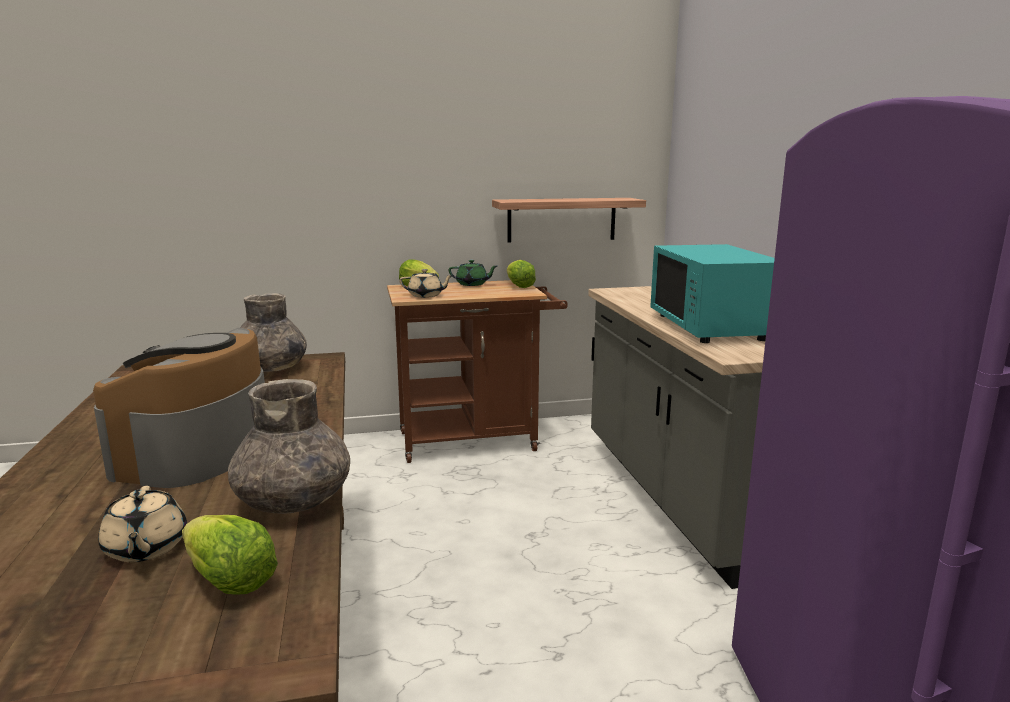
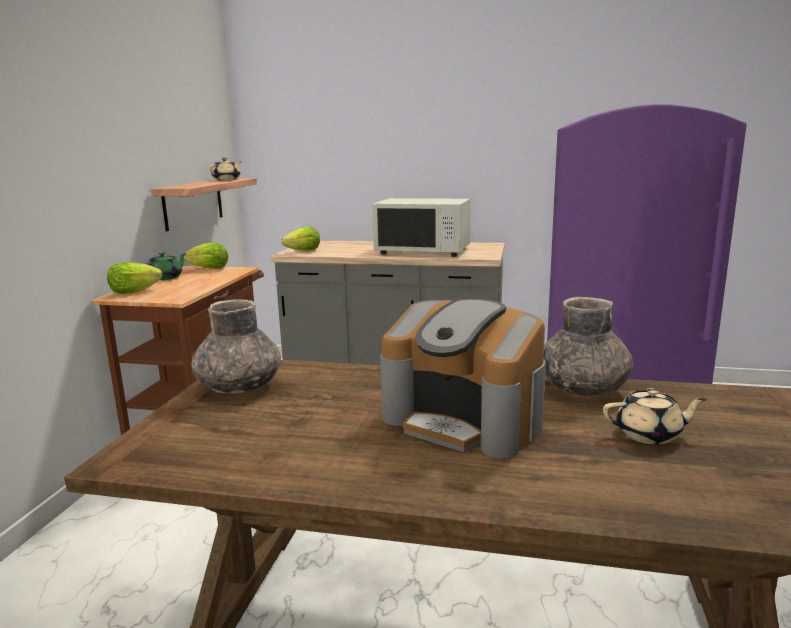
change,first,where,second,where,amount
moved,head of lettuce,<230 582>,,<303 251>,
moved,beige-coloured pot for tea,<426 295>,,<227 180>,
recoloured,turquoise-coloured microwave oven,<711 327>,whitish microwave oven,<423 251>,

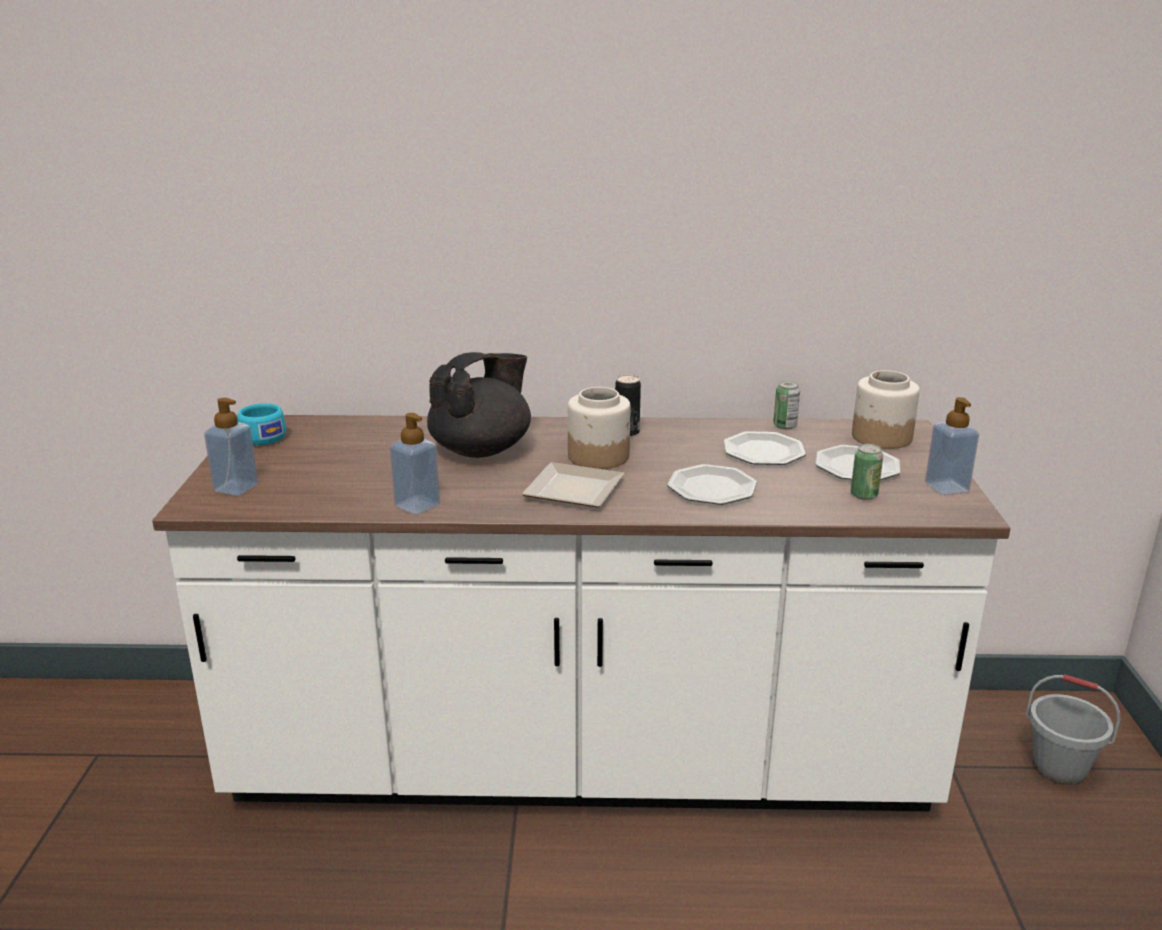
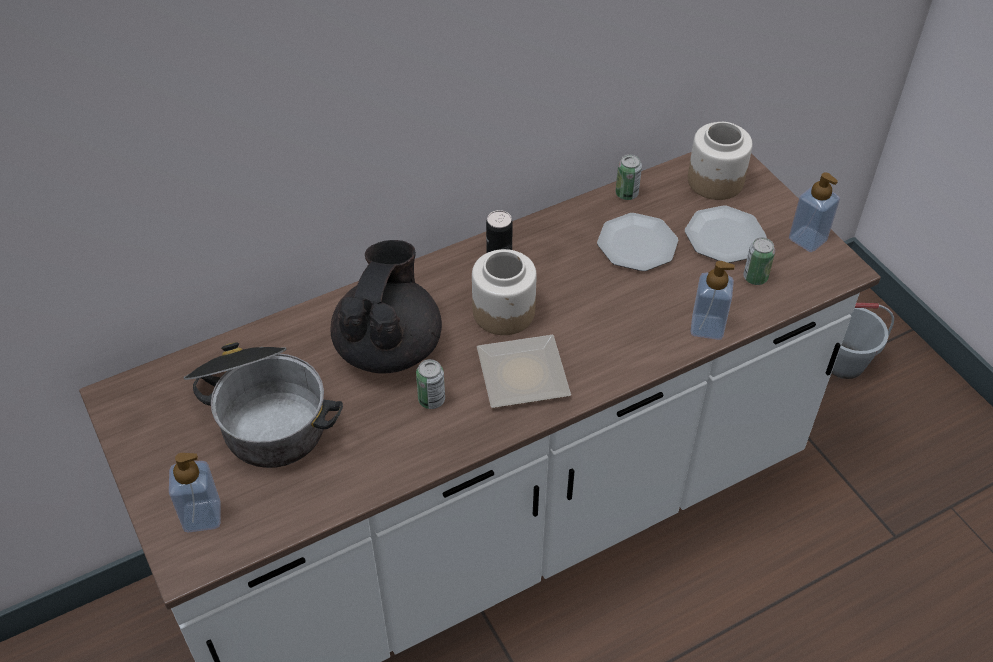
change,first,where,second,where,amount
removed,turquoise-coloured cup,<260 436>,,,
moved,liquid soap bottle,<417 505>,,<707 327>,
removed,dinner plate,<712 488>,,,
added,,,saucepot,<264 414>,
added,,,can,<431 400>,

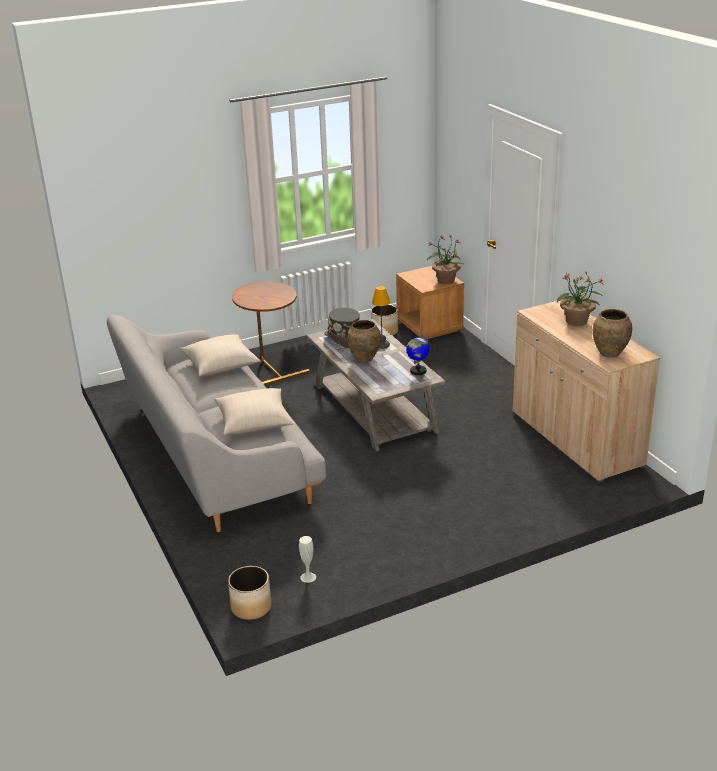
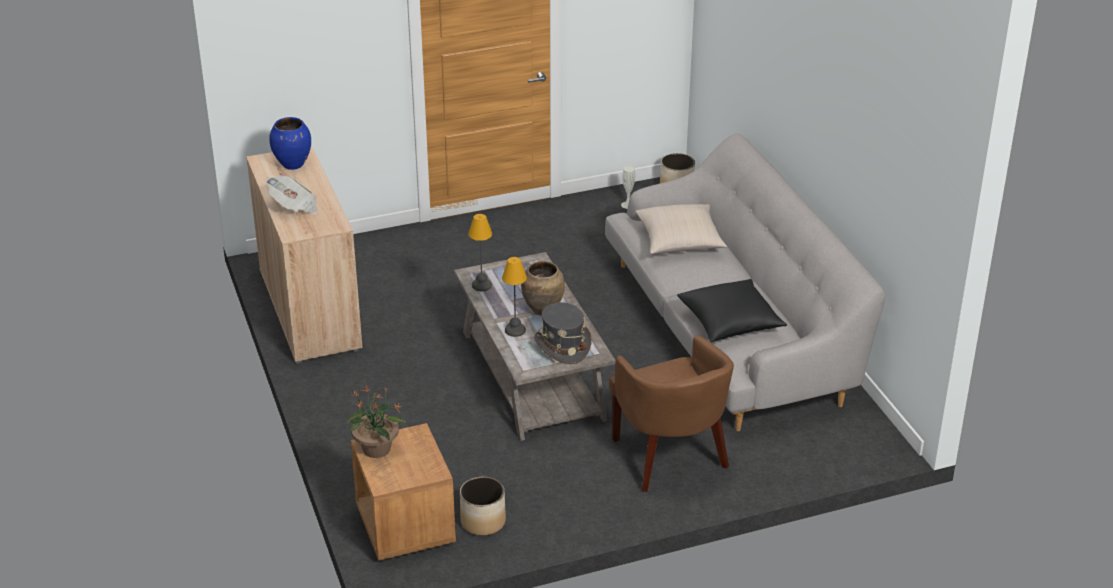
change,first,where,second,where,amount
recoloured,beige-coloured throw pillow,<220 365>,black-coloured throw pillow,<730 322>,
replaced,brown-coloured side table,<271 369>,brown-coloured easy chair,<670 458>,
replaced,desk globe,<418 371>,lamp for a table,<481 285>,
replaced,potted plant,<577 321>,printed paper,<294 207>,
recoloured,brown-coloured flower vase,<609 353>,blue-coloured flower vase,<293 165>,

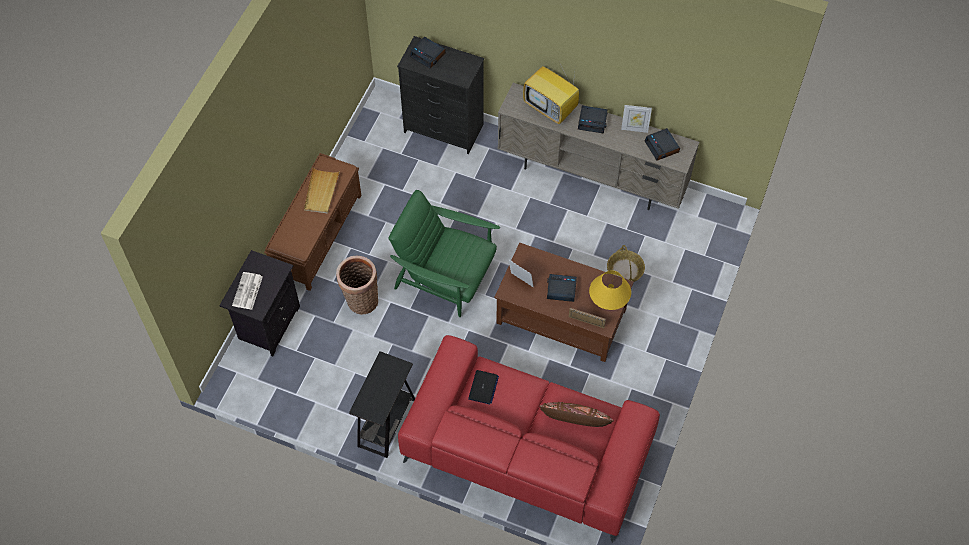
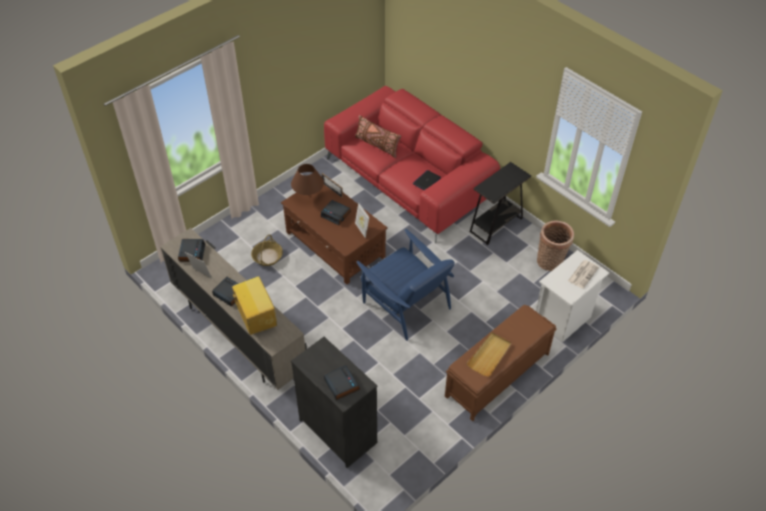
change,first,where,second,where,amount
recoloured,black-coloured bedside table,<268 323>,whitish bedside table,<563 320>,
moved,storage basket,<360 300>,,<551 262>,
recoloured,green-coloured easy chair,<445 276>,blue-coloured easy chair,<405 303>,
recoloured,yellowish lamp for a table,<608 302>,brown-coloured lamp for a table,<308 195>,

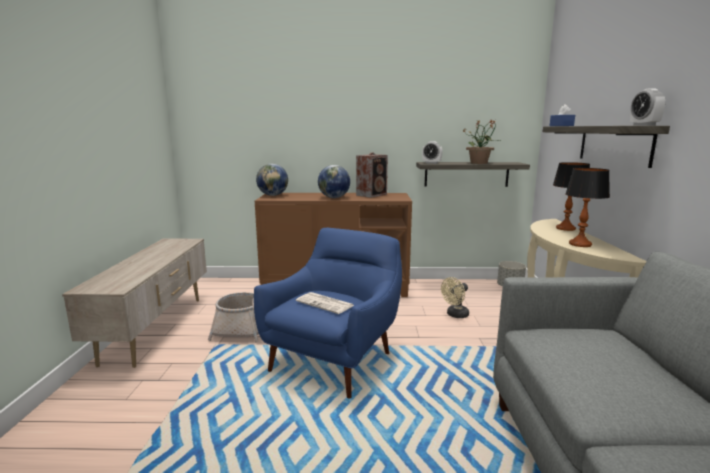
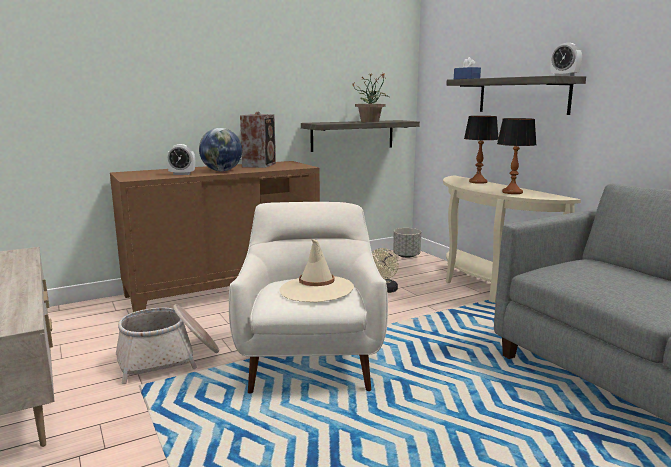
change,first,where,second,where,amount
recoloured,blue-coloured easy chair,<334 359>,whitish easy chair,<310 360>,
removed,desk globe,<273 195>,,,
replaced,printed paper,<326 303>,beige-coloured wearable hat,<316 289>,
moved,bedside clock,<431 163>,,<182 174>,

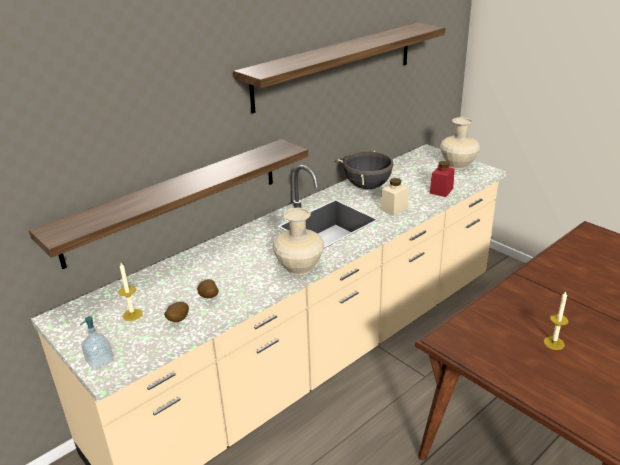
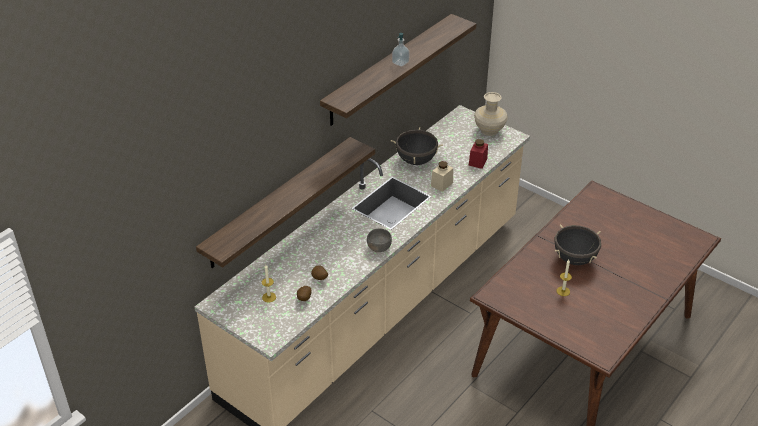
change,first,where,second,where,amount
moved,liquid soap bottle,<100 361>,,<400 63>,
replaced,beige-coloured flower vase,<298 268>,grey deep dish,<379 247>,
added,,,black-coloured saucepot,<574 259>,

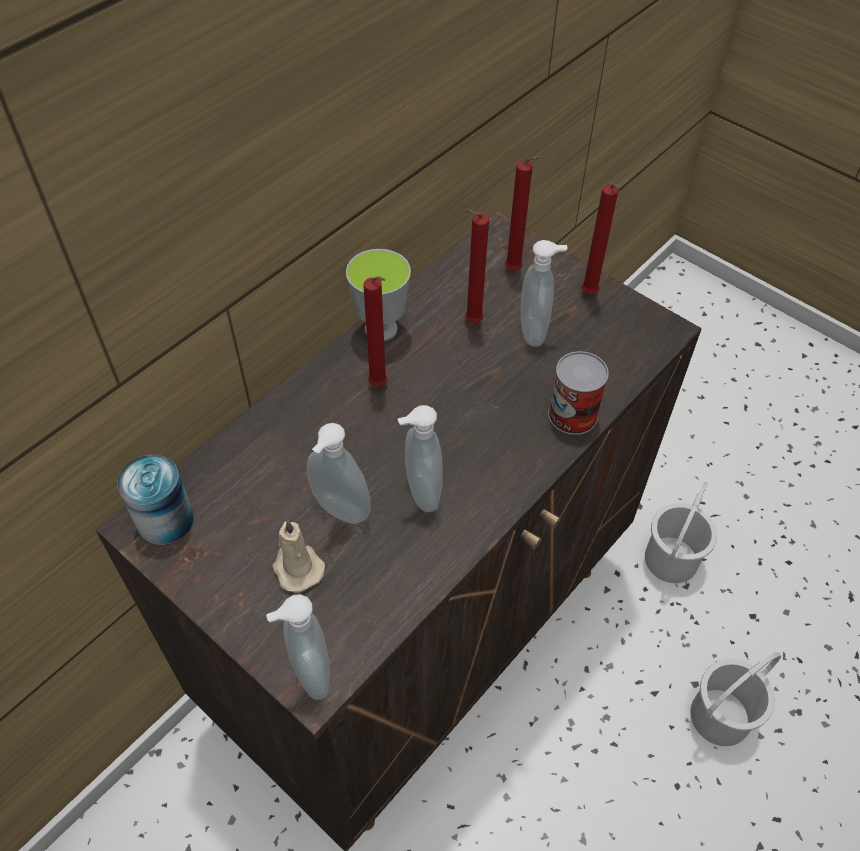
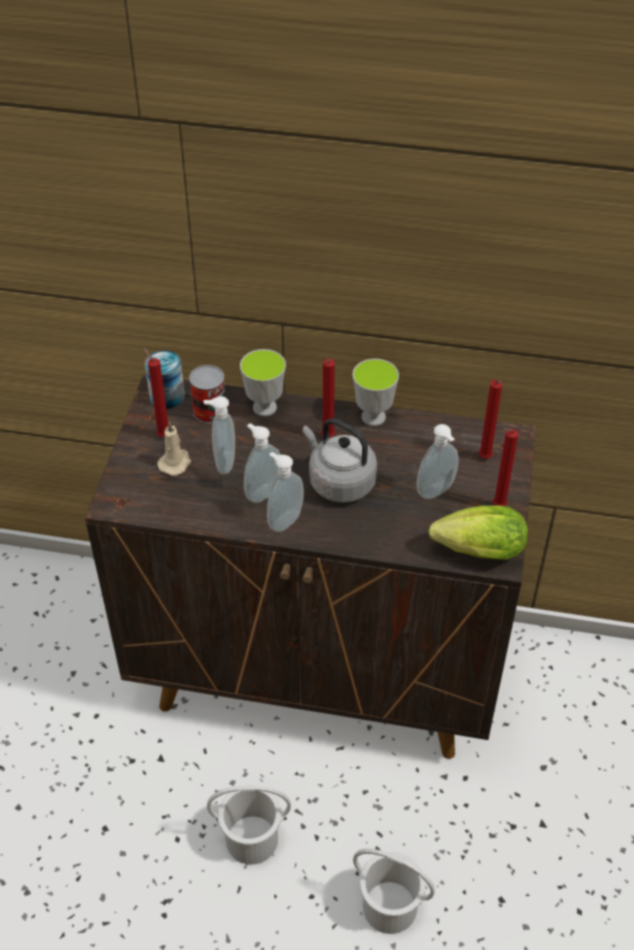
change,first,where,second,where,amount
moved,liquid soap bottle,<308 673>,,<284 520>,
moved,red-coloured candle,<470 322>,,<162 435>,
moved,can,<572 415>,,<209 411>,
moved,whitish water bucket,<670 559>,,<251 838>,
added,,,cup,<264 407>,
added,,,grey water kettle,<339 482>,
added,,,head of lettuce,<474 551>,

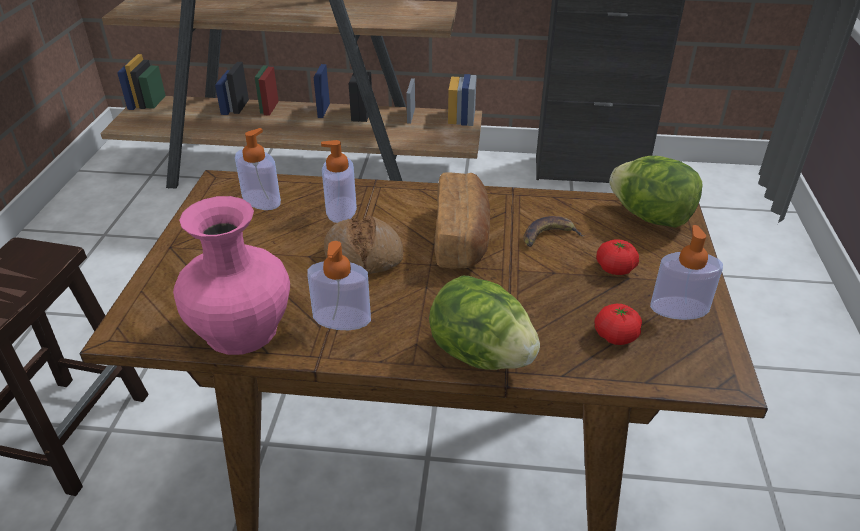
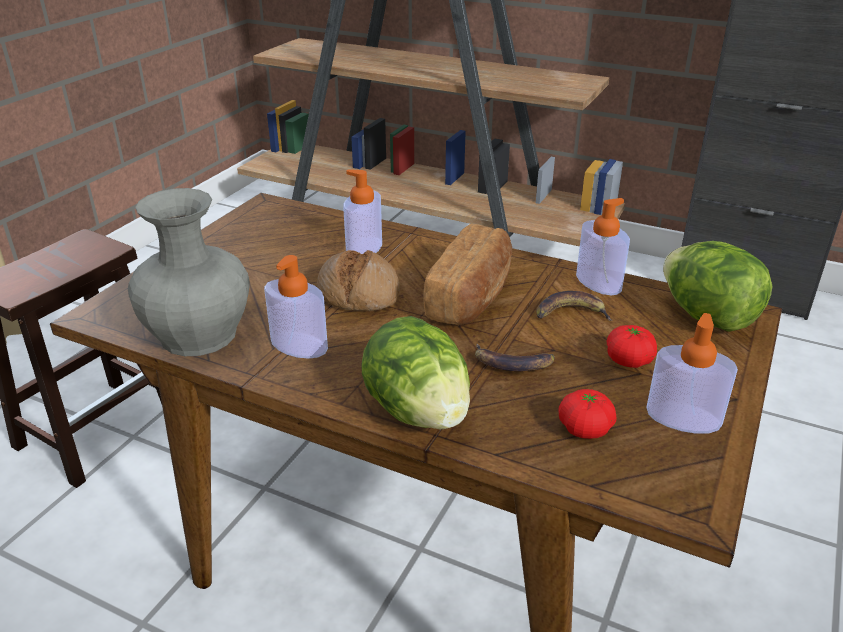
change,first,where,second,where,amount
recoloured,pink-coloured flower vase,<242 330>,grey flower vase,<199 335>,
moved,liquid soap bottle,<261 200>,,<598 282>,
added,,,whole banana,<512 363>,

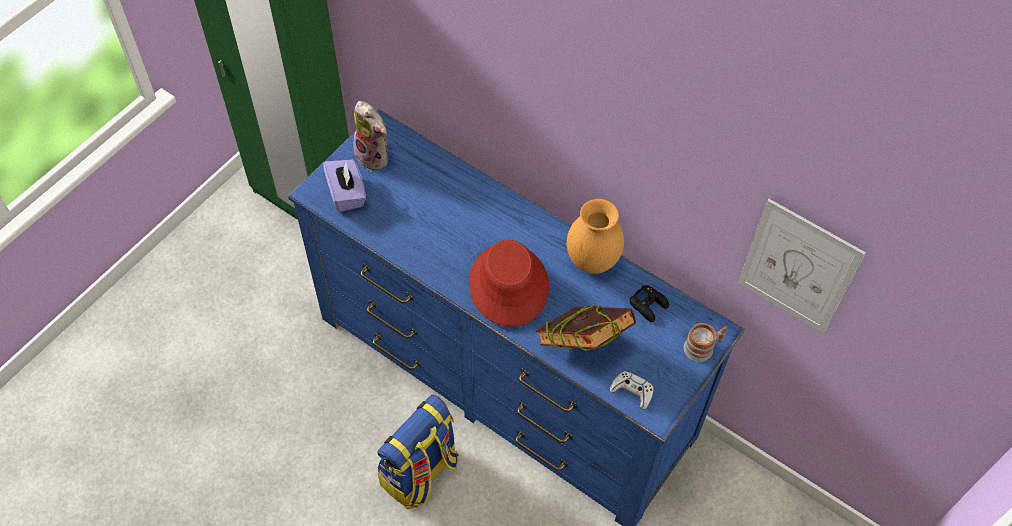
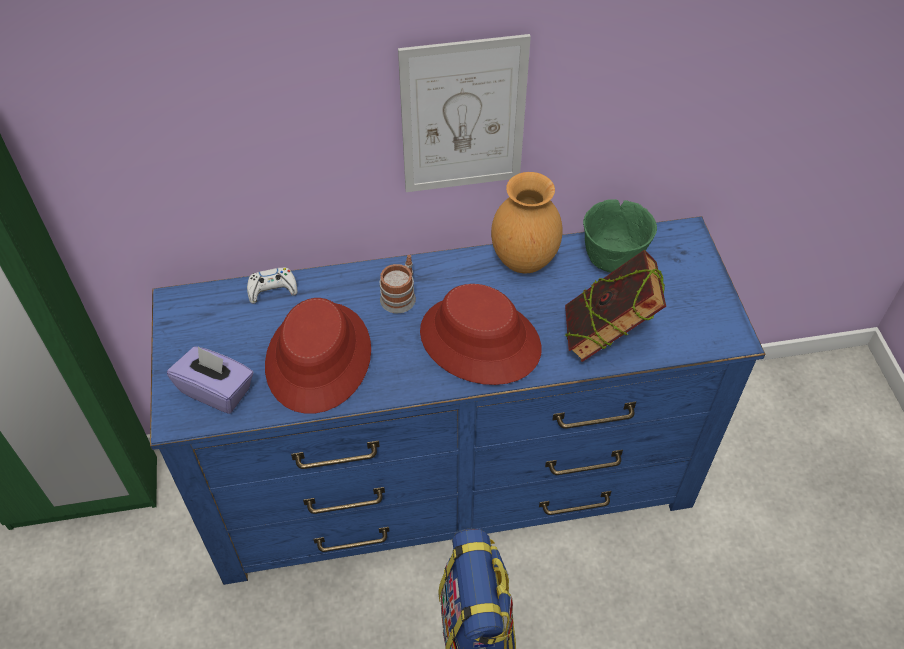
change,first,where,second,where,amount
removed,plush toy,<375 156>,,,
moved,whitish joypad,<632 391>,,<272 289>,
replaced,black-coloured joypad,<648 305>,green-coloured deep dish,<612 258>,
moved,mug,<703 347>,,<400 295>,
moved,picture,<798 267>,,<463 117>,
added,,,red-coloured wearable hat,<319 358>,

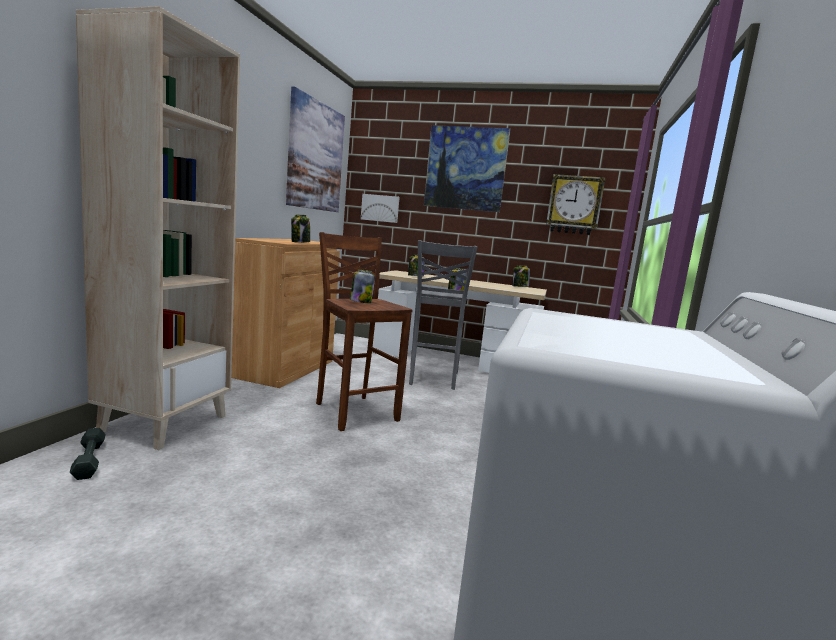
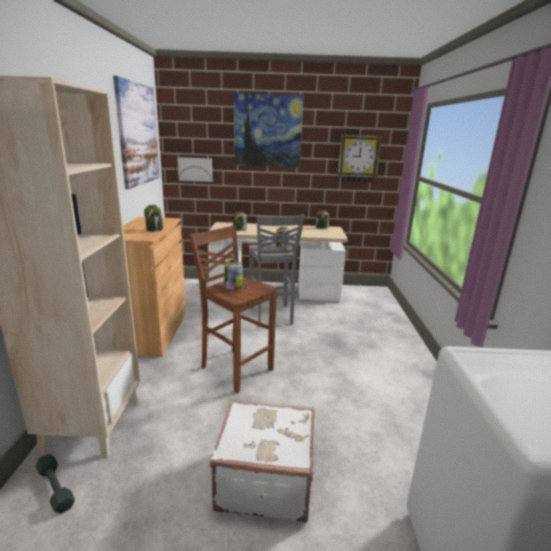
change,first,where,second,where,amount
added,,,whitish travel case,<265 479>,

